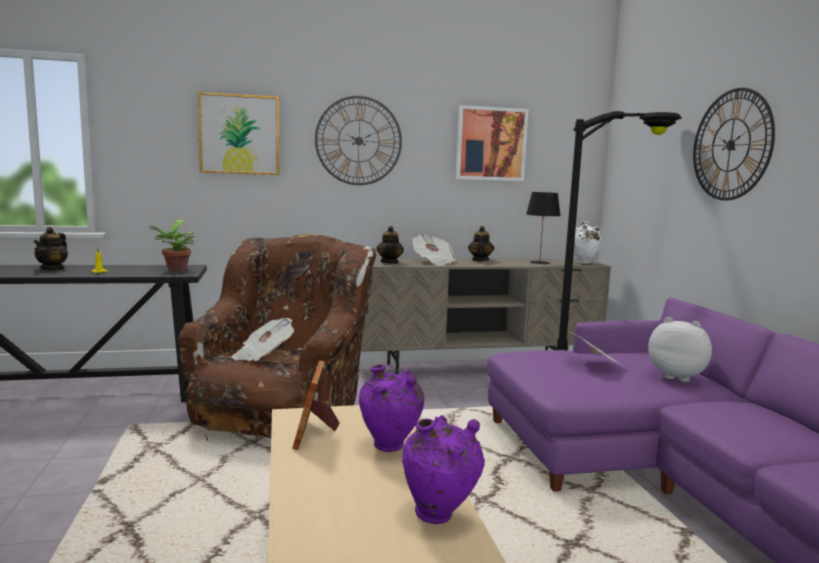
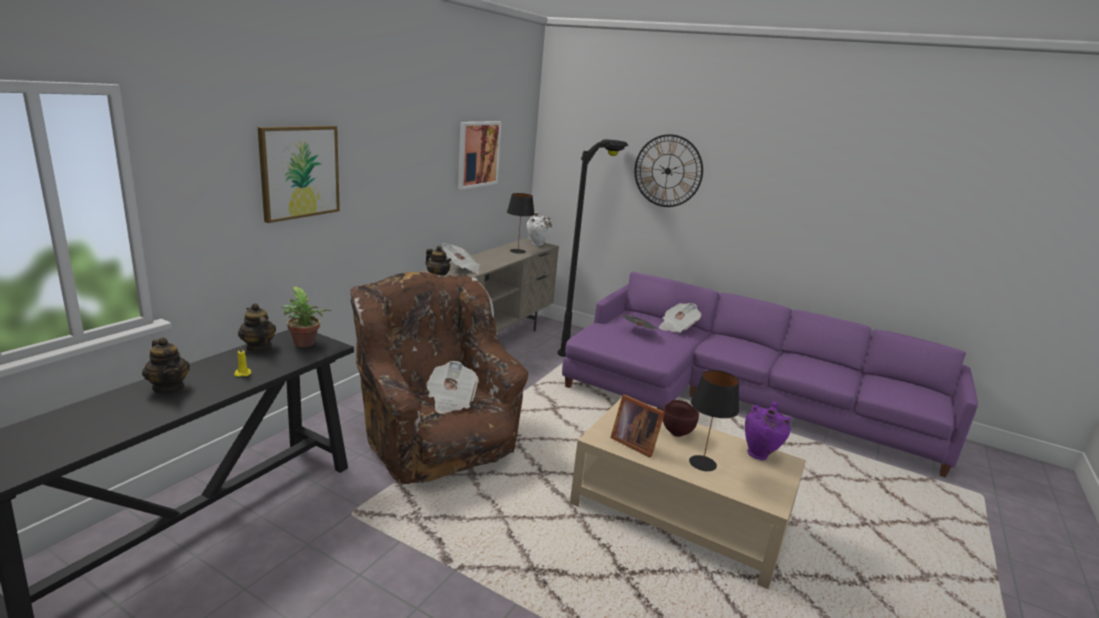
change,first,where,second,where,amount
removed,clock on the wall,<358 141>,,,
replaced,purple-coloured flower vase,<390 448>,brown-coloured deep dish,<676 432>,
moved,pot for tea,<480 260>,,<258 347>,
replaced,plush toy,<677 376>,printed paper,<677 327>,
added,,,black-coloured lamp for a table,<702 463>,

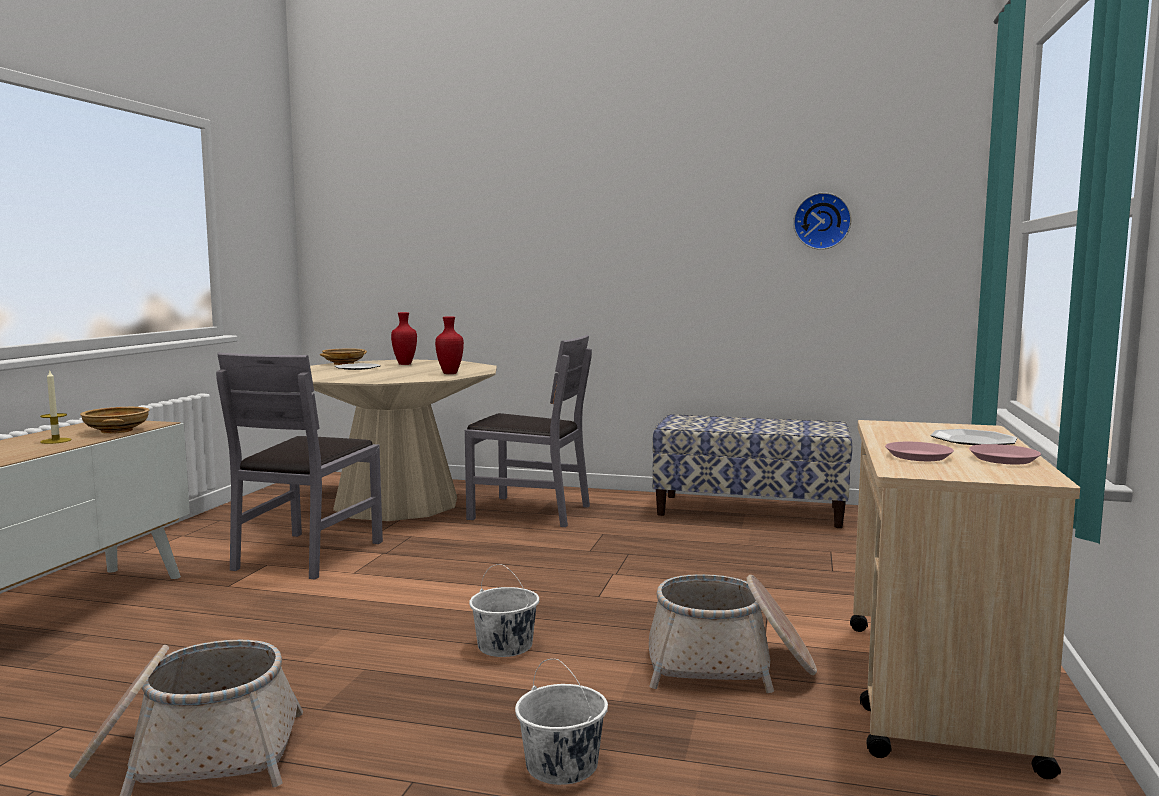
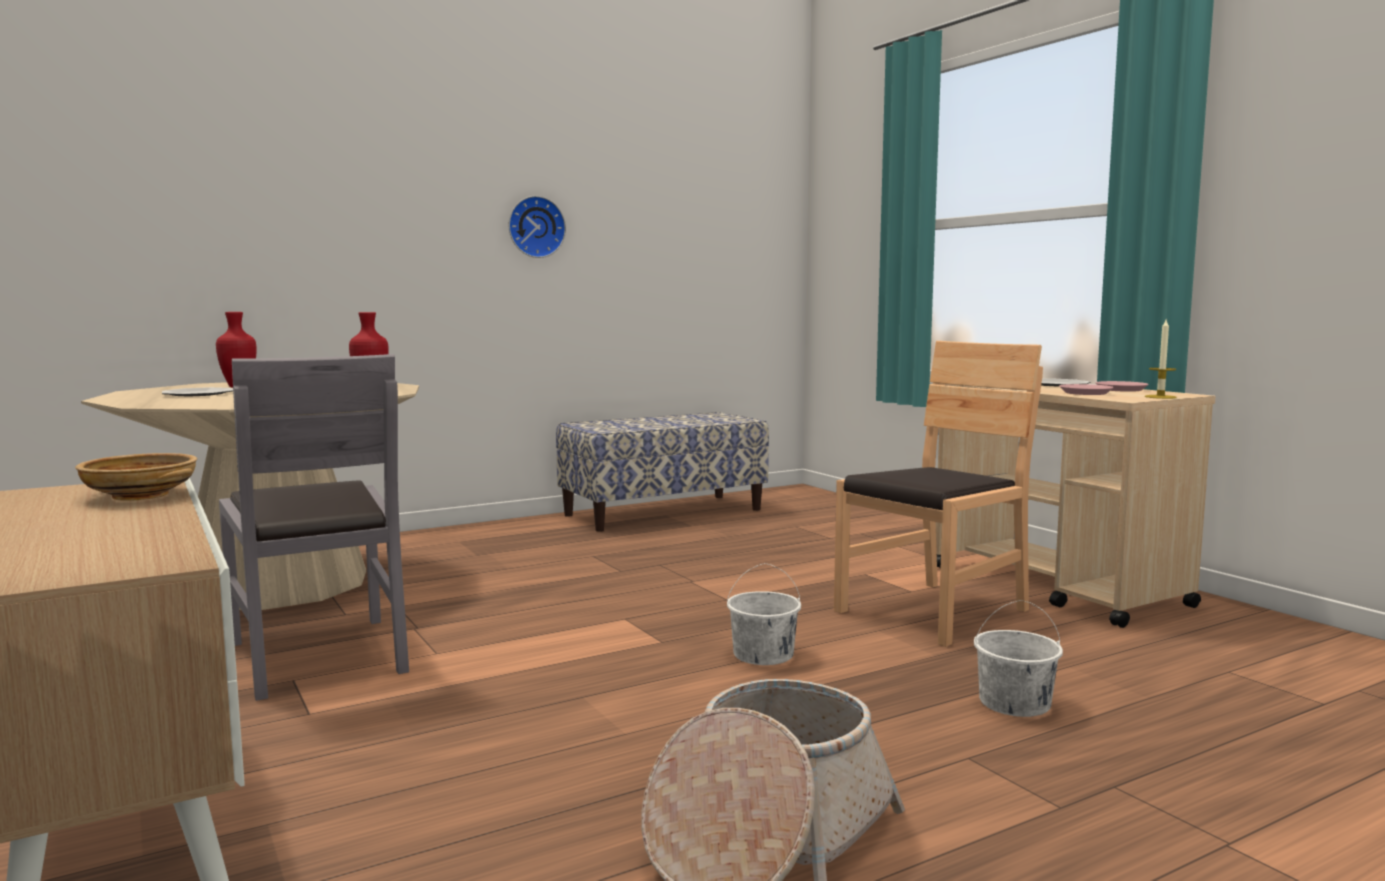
change,first,where,second,where,amount
moved,candle,<56 441>,,<1160 397>,
removed,beige-coloured deep dish,<344 363>,,,
removed,grey plain chair,<529 512>,,,
replaced,storage basket,<729 666>,brown-coloured plain chair,<934 612>,
moved,clock on the wall,<822 221>,,<535 227>,

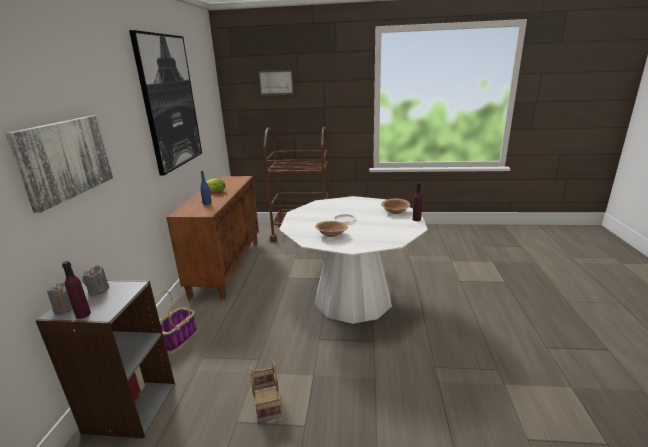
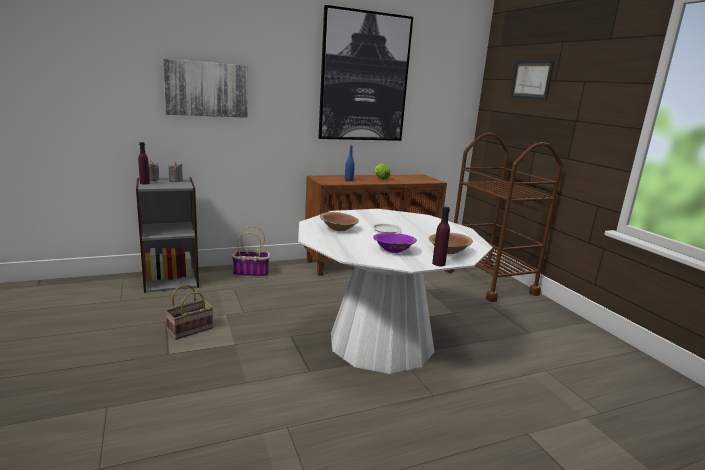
change,first,where,second,where,amount
added,,,purple-coloured deep dish,<393 250>,

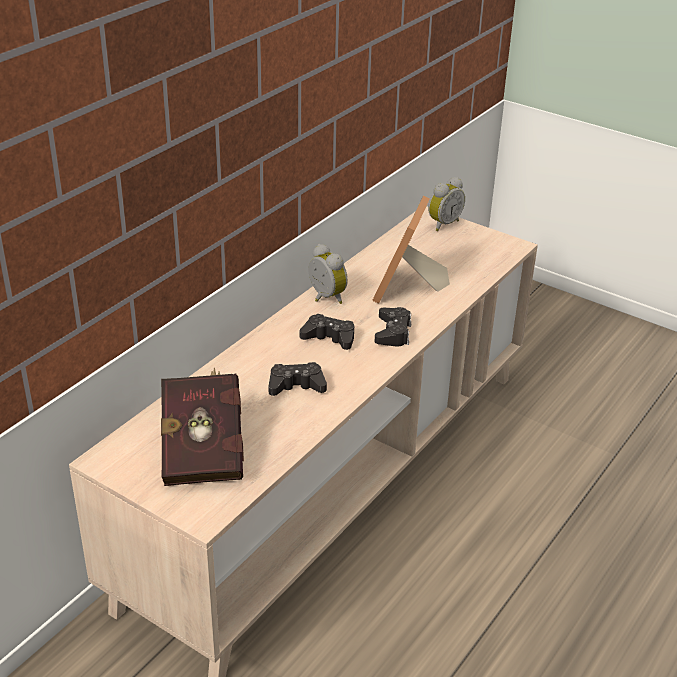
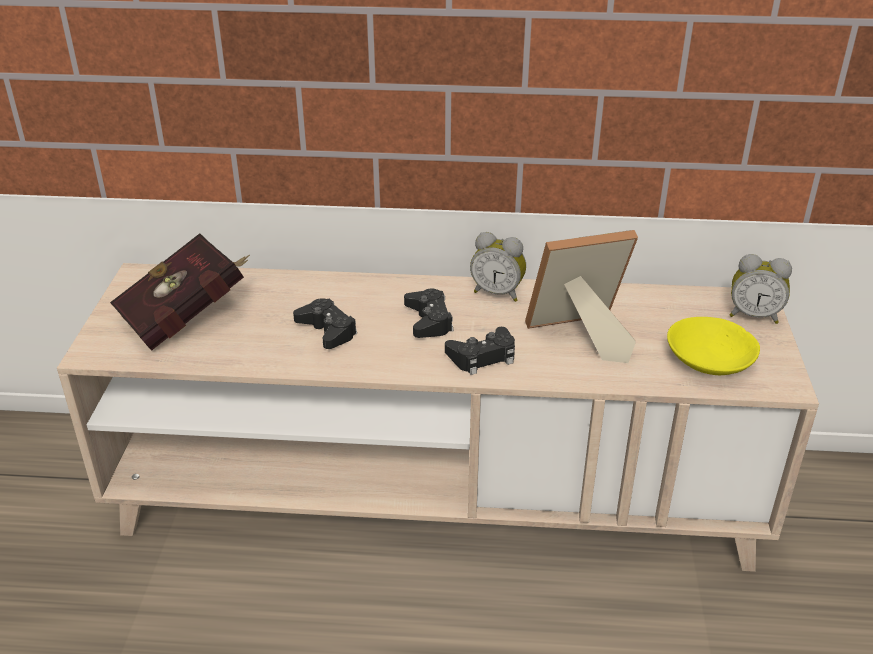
change,first,where,second,where,amount
turned,bedside clock,<325 298>,,<498 292>,90 degrees clockwise
added,,,yellowish deep dish,<710 360>,

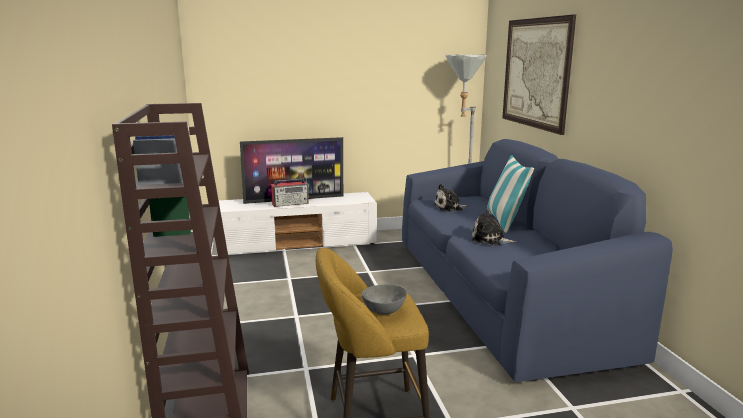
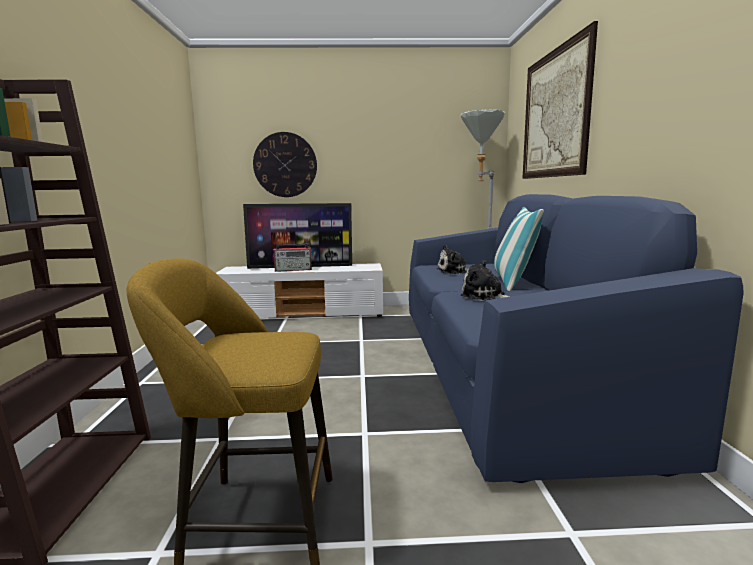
change,first,where,second,where,amount
removed,grey deep dish,<385 311>,,,
added,,,clock on the wall,<285 165>,

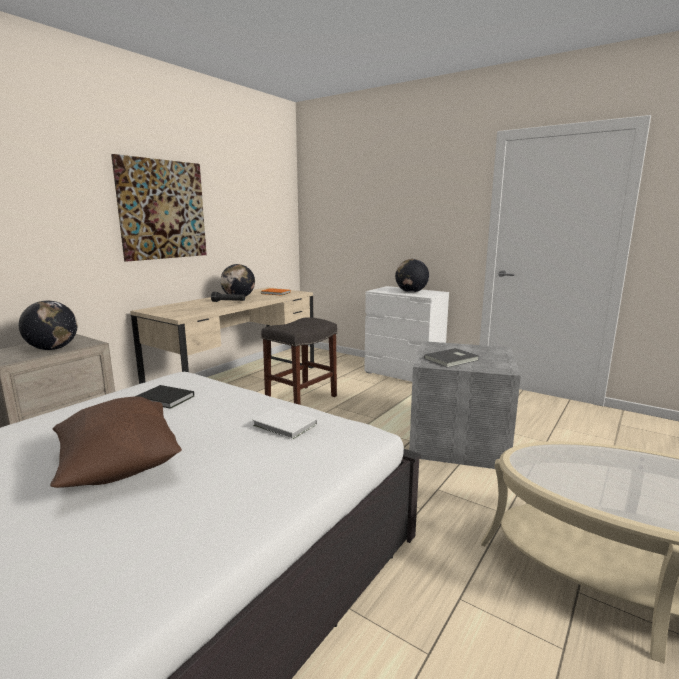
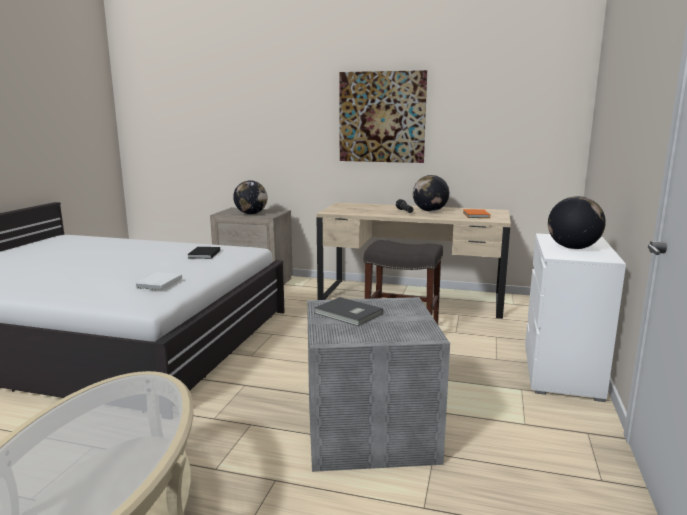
change,first,where,second,where,amount
removed,brown-coloured throw pillow,<119 466>,,,

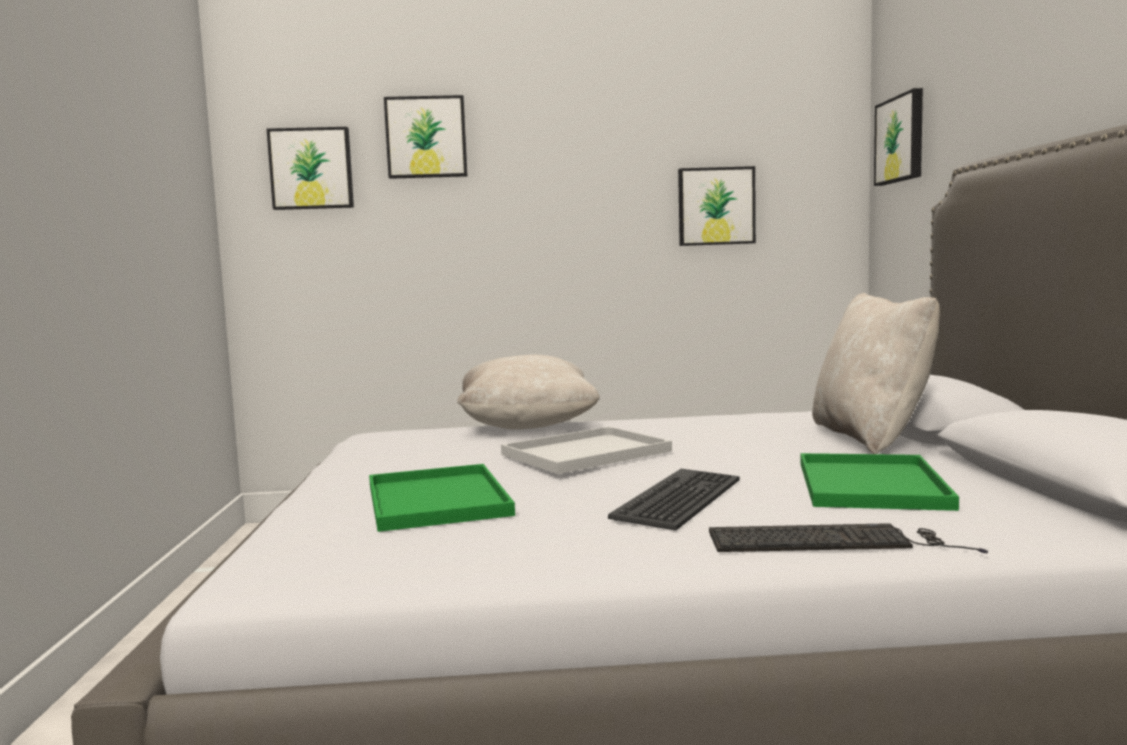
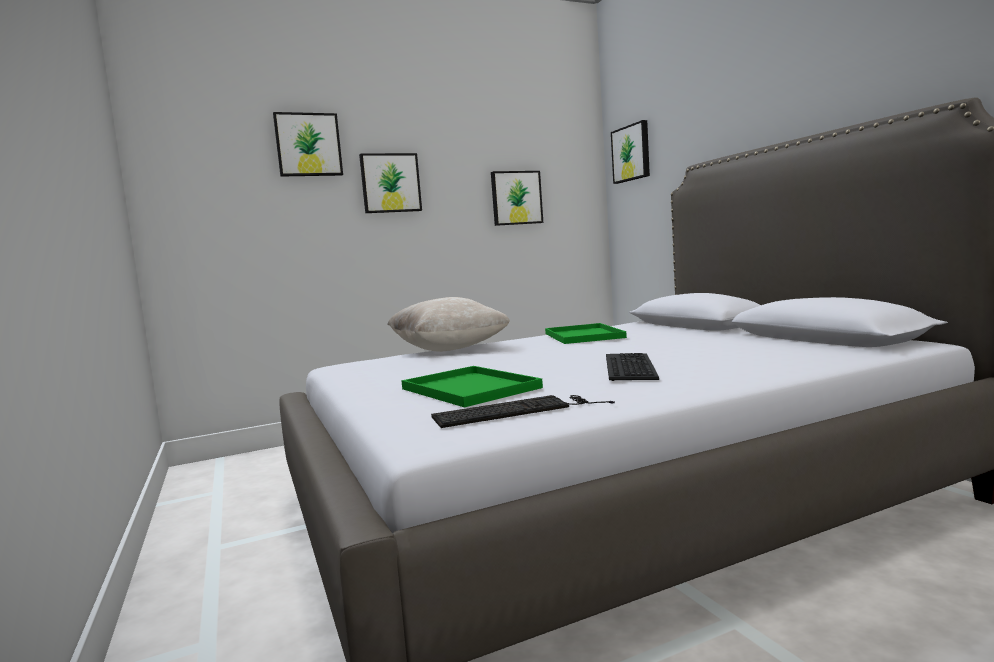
change,first,where,second,where,amount
moved,picture,<311 169>,,<390 183>,
removed,whitish serving tray,<584 453>,,,
moved,keyboard,<832 541>,,<517 411>,
moved,green-coloured serving tray,<868 483>,,<582 335>,
removed,beige-coloured throw pillow,<871 438>,,,

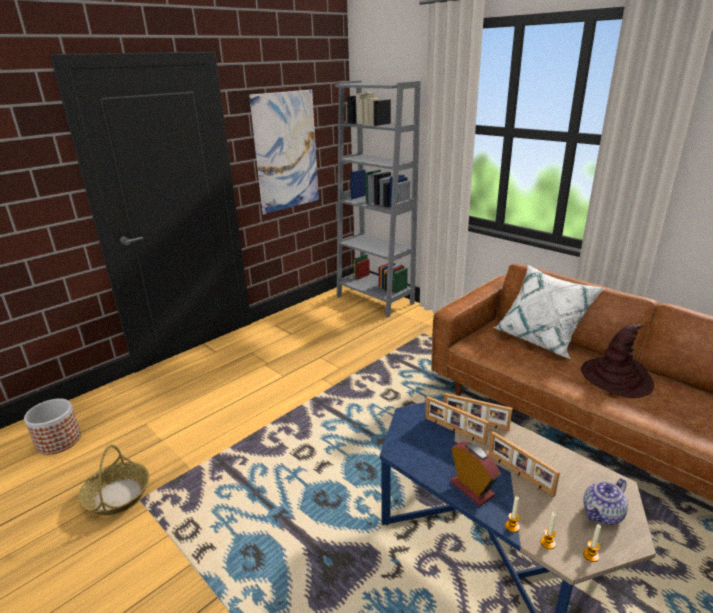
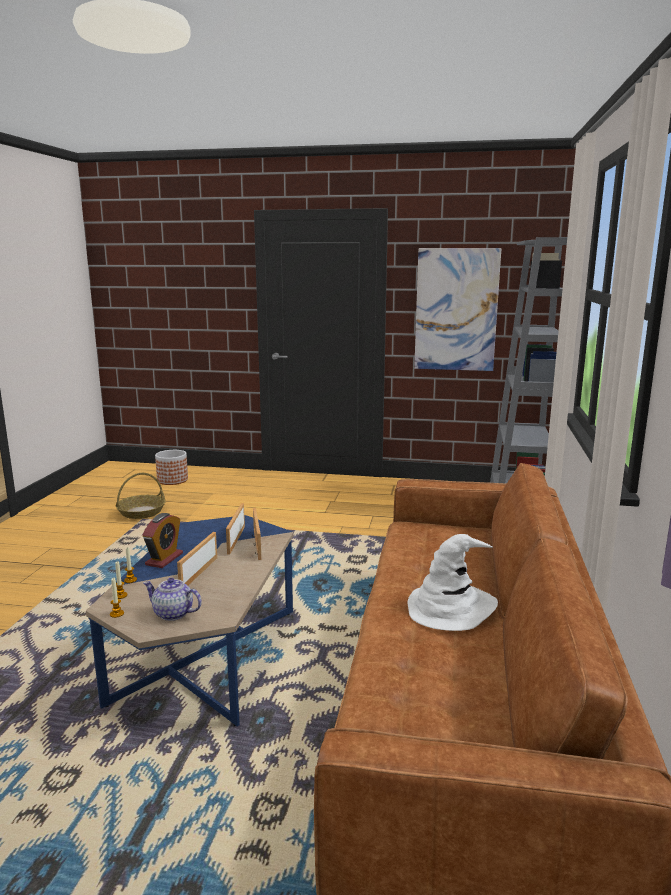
change,first,where,second,where,amount
removed,whitish throw pillow,<541 339>,,,
recoloured,brown-coloured wearable hat,<616 378>,whitish wearable hat,<450 608>,

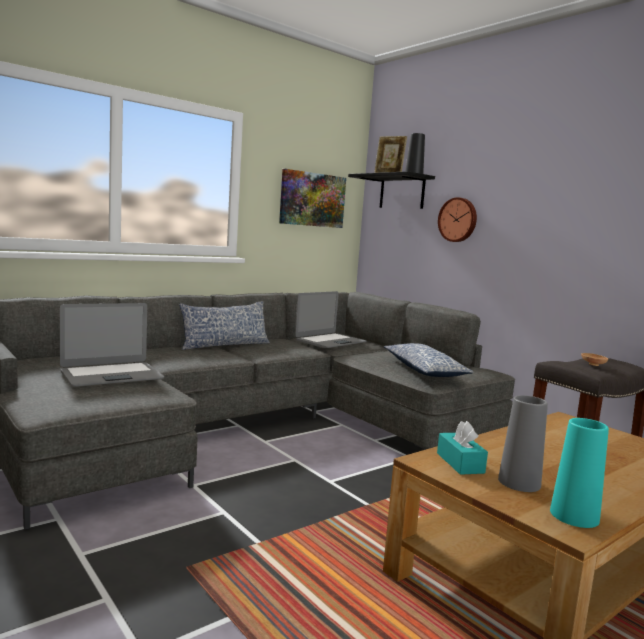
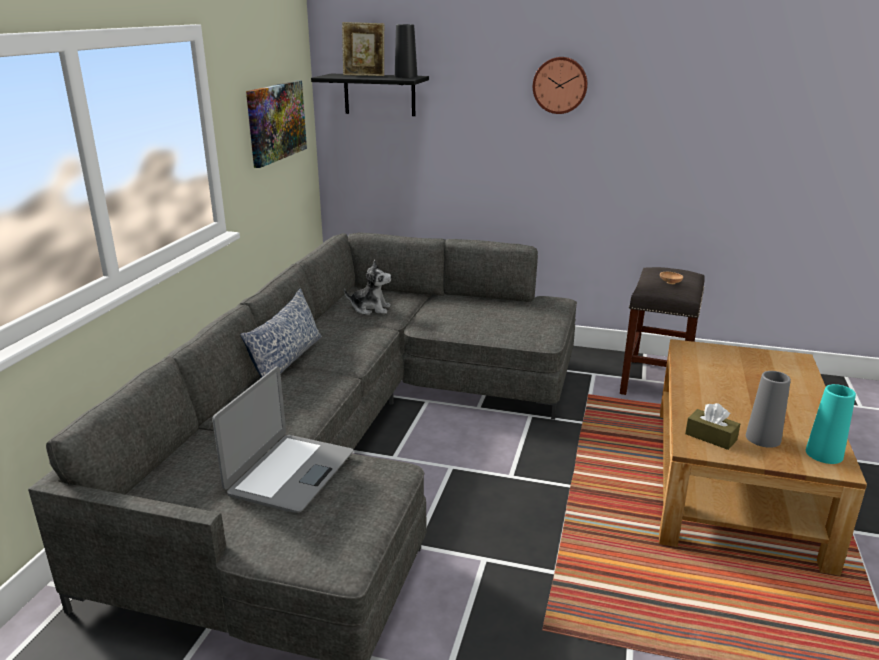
change,first,where,second,where,amount
replaced,notebook computer,<330 342>,plush toy,<370 309>,
removed,throw pillow,<424 370>,,,
recoloured,turquoise-coloured box of tissues,<460 463>,brown-coloured box of tissues,<711 437>,
moved,clock on the wall,<458 220>,,<560 85>,

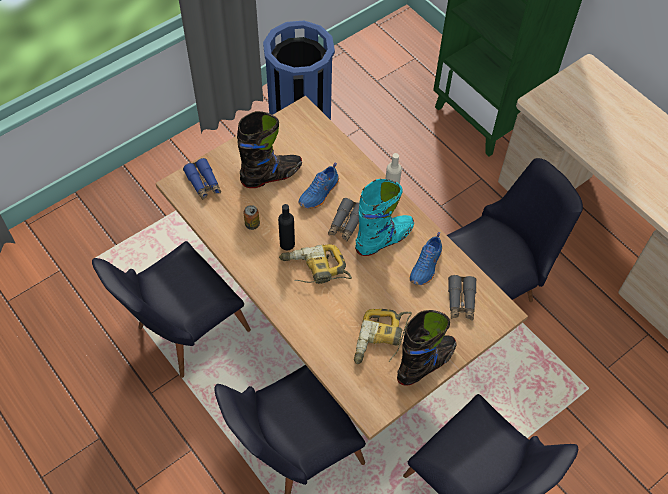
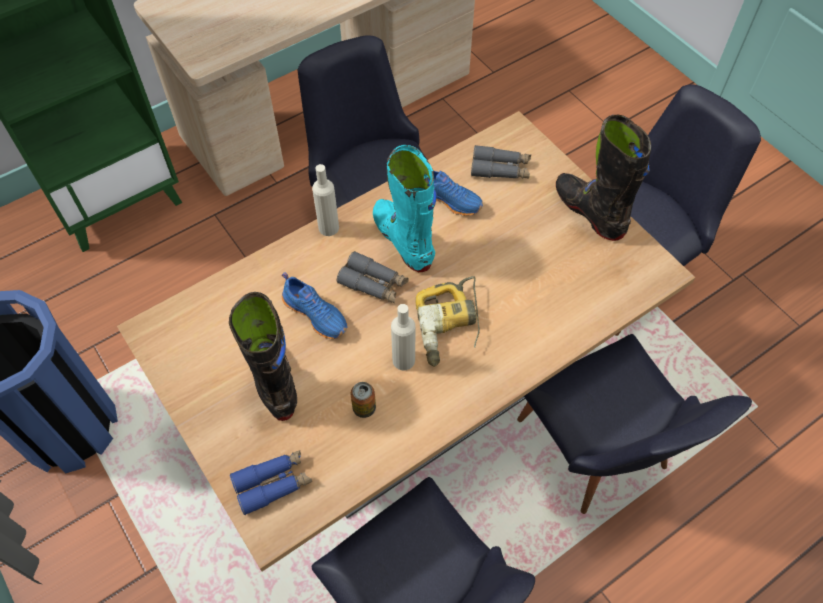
change,first,where,second,where,amount
recoloured,black-coloured drink bottle,<287 244>,beige-coloured drink bottle,<403 360>,
removed,drill,<381 340>,,,

